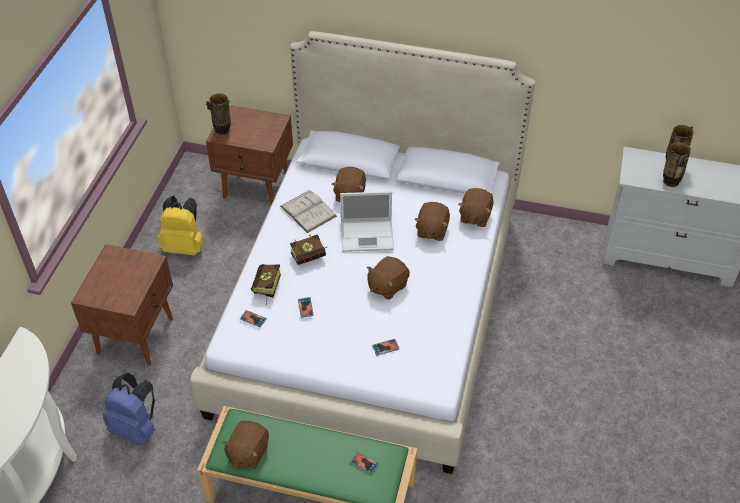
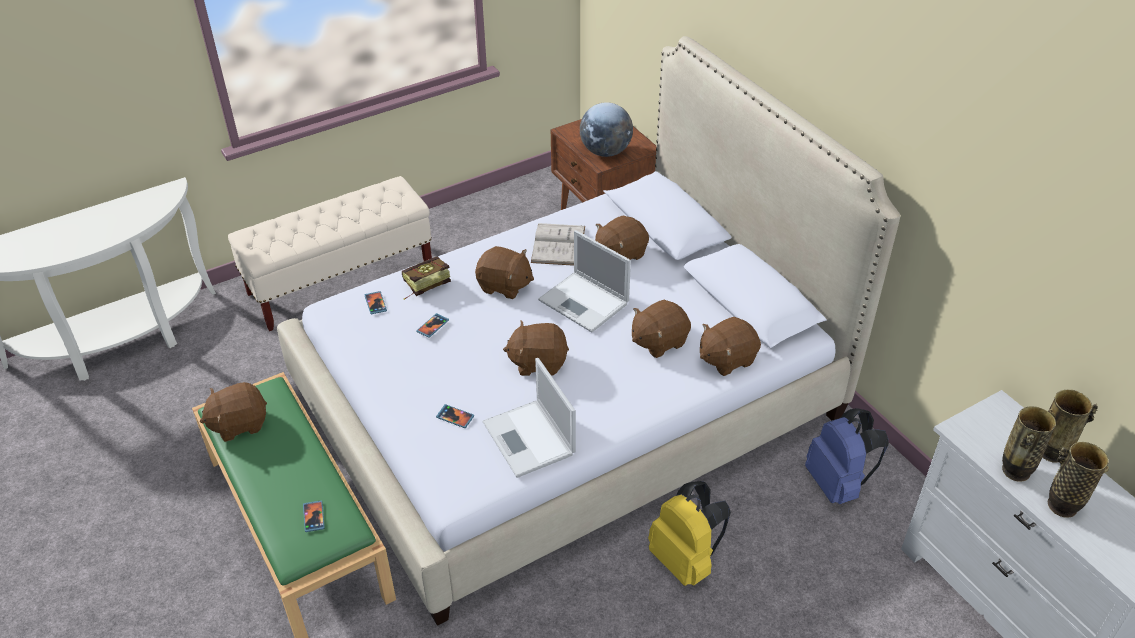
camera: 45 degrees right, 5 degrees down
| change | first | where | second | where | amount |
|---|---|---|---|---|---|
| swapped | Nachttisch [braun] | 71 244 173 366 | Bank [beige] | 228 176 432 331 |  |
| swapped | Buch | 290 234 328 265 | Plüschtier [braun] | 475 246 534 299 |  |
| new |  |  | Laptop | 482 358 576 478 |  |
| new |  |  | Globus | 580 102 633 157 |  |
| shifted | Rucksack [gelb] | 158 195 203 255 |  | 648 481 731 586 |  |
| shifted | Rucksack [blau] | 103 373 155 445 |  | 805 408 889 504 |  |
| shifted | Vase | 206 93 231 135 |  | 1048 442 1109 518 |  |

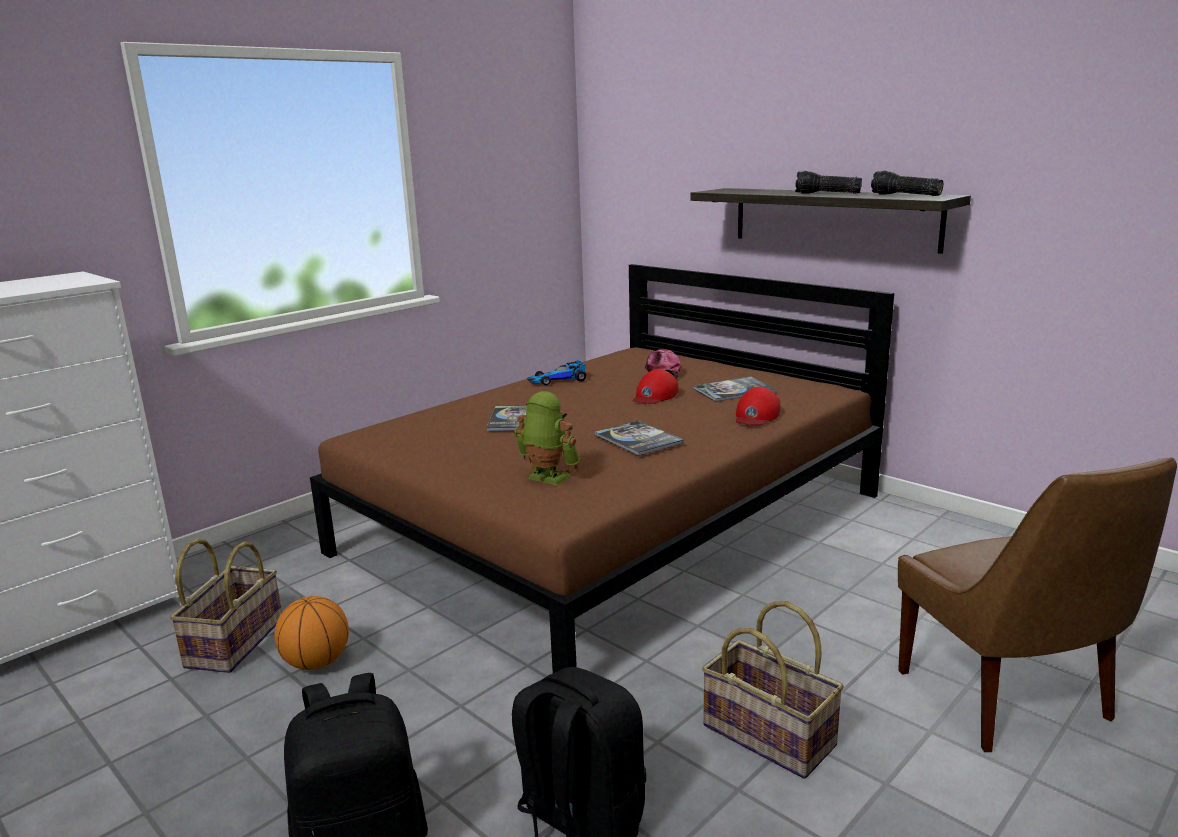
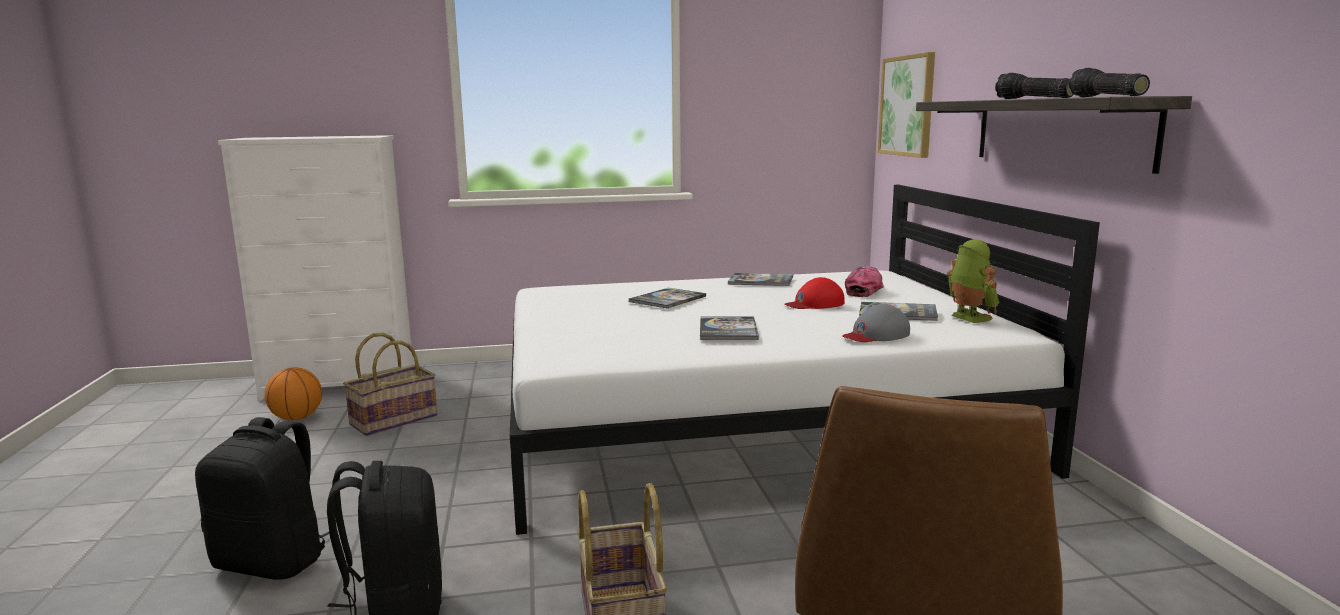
camera: 35 degrees right, 5 degrees down
| change | first | where | second | where | amount |
|---|---|---|---|---|---|
| shifted | Basketball | 274 596 349 670 |  | 265 367 322 421 |  |
| repainted | Bett [braun] | 310 264 894 674 | Bett [weiß] | 510 185 1100 535 |  |
| swapped | Spielzeugauto | 527 360 587 385 | Buch | 728 273 793 286 |  |
| repainted | Kappe [rot] | 736 387 780 425 | Kappe [grau] | 842 304 910 342 |  |
| new |  |  | Bild | 878 52 935 158 |  |
| shifted | Spielzeugroboter | 514 391 580 485 |  | 947 239 999 323 |  |

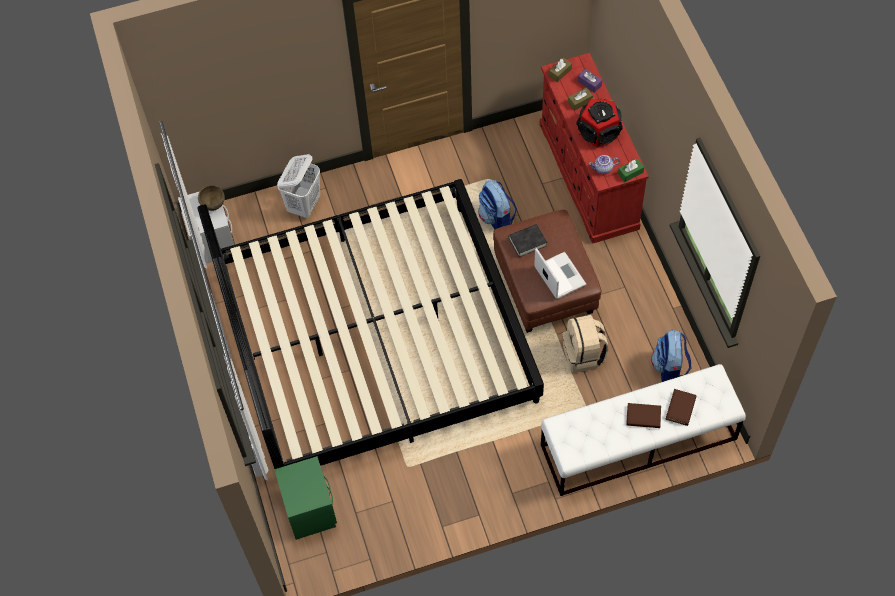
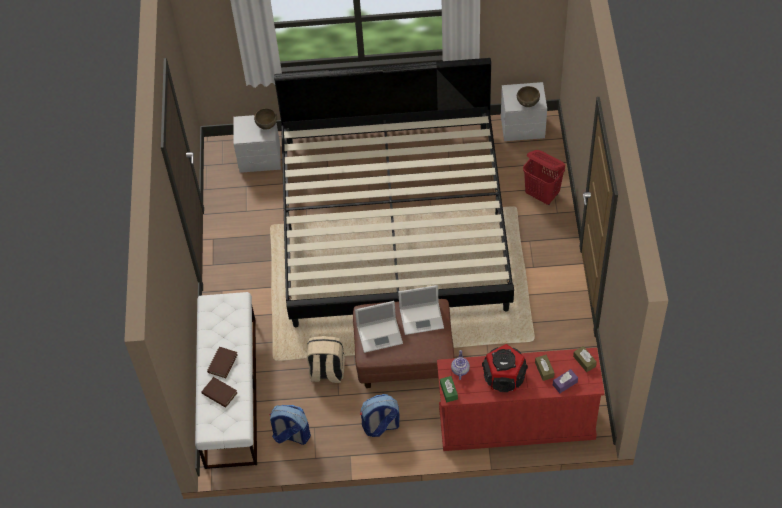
camera: 105 degrees right, 5 degrees down
| change | first | where | second | where | amount |
|---|---|---|---|---|---|
| repainted | Nachttisch [grün] | 274 456 337 540 | Nachttisch [grau] | 233 115 281 173 |  |
| new |  |  | Schüssel [braun] | 254 108 277 130 |  |
| shifted | Rucksack | 478 180 517 229 |  | 360 394 400 437 |  |
| swapped | Buch [schwarz] | 509 224 547 257 | Laptop | 398 285 444 335 |  |
| repainted | Wäschekorb [weiß] | 277 154 320 218 | Wäschekorb [rot] | 523 150 565 205 |  |

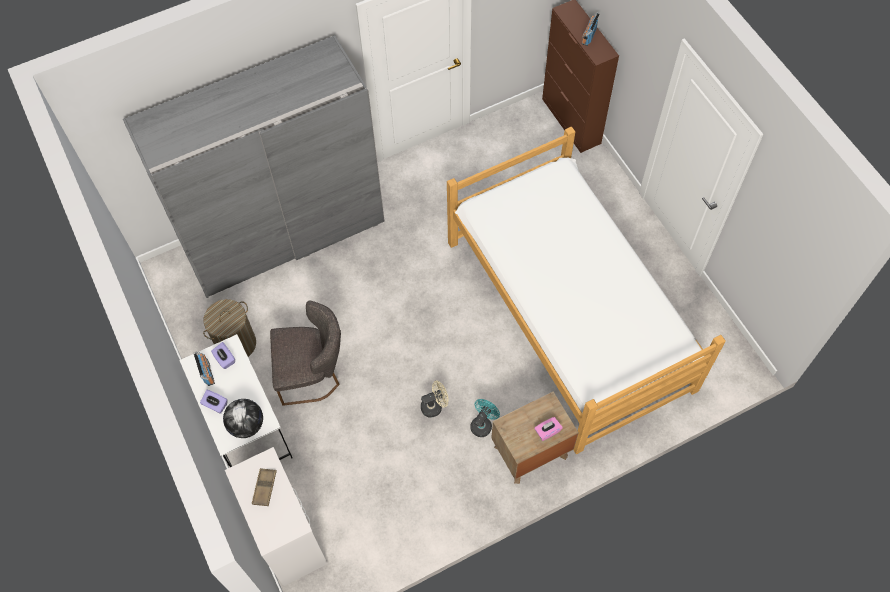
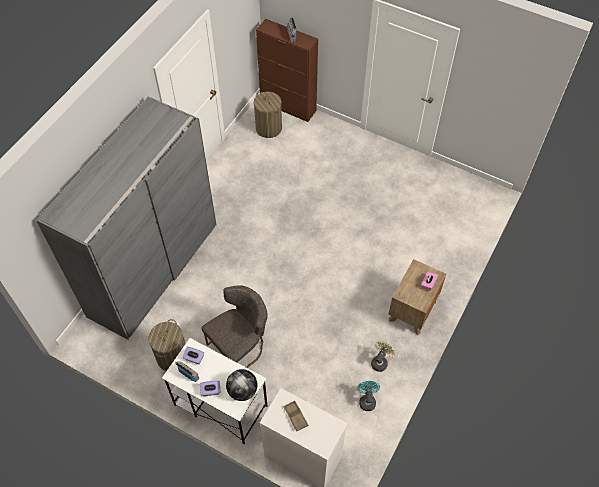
camera: 35 degrees left, 5 degrees down
| change | first | where | second | where | amount |
|---|---|---|---|---|---|
| new |  |  | Wäschekorb | 254 92 282 138 |  |
| shifted | Ventilator [türkis] | 470 399 500 437 |  | 357 381 380 411 |  |
| shifted | Ventilator [beige] | 421 380 449 418 |  | 371 341 395 372 |  |
| gone | Bett | 447 127 726 454 |  |  |  |

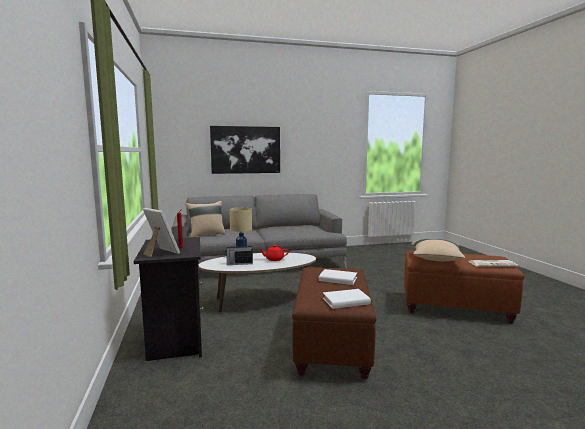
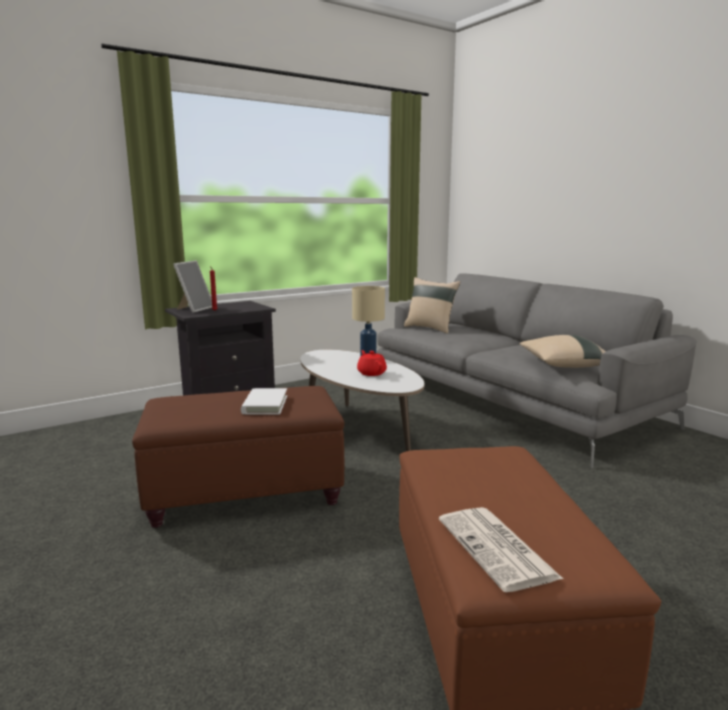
camera: 70 degrees right, 5 degrees up
| change | first | where | second | where | amount |
|---|---|---|---|---|---|
| shifted | Kissen [beige] | 411 239 466 261 |  | 519 335 606 368 |  |
| gone | Bild | 210 126 280 174 |  |  |  |
| gone | Radio | 225 243 253 265 |  |  |  |
| gone | Buch [weiß] | 323 289 371 309 |  |  |  |

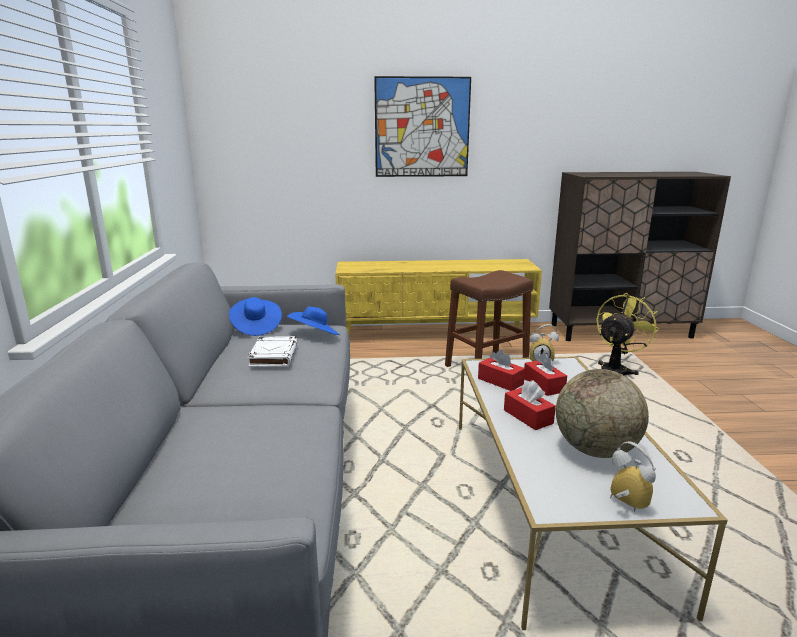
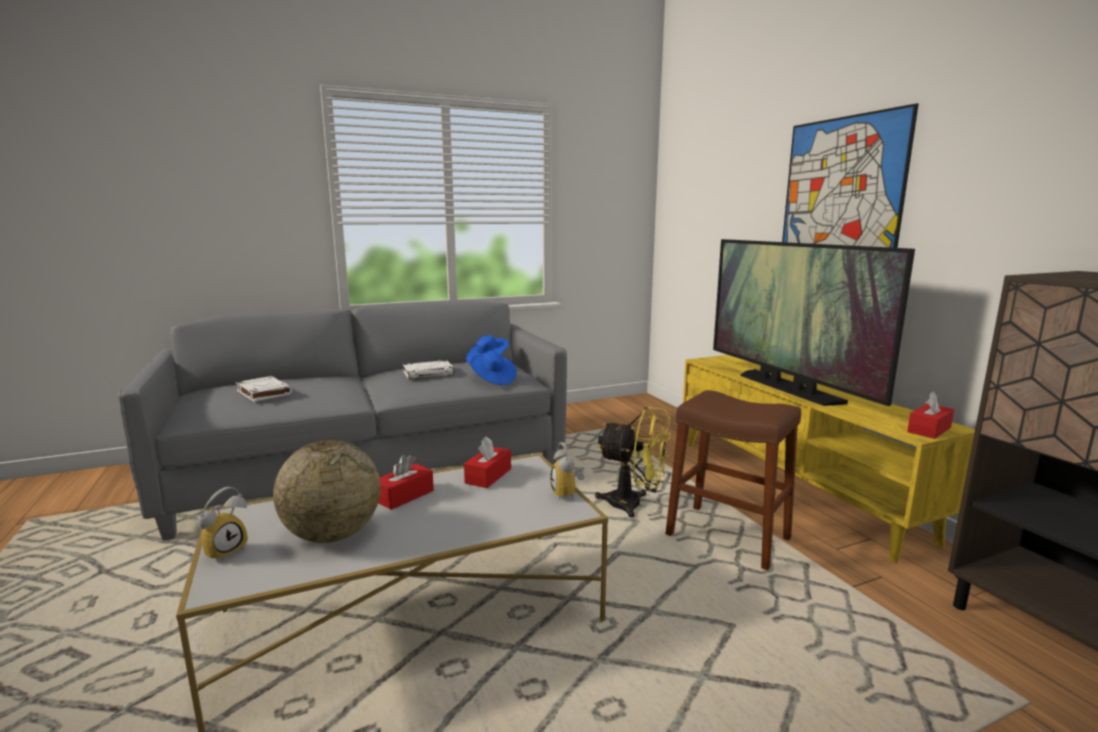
camera: 70 degrees right, 5 degrees down
| change | first | where | second | where | amount |
|---|---|---|---|---|---|
| new |  |  | Buch [weiß] | 236 376 292 402 |  |
| shifted | Ventilator [gelb] | 596 293 659 376 |  | 595 407 671 518 |  |
| new |  |  | Fernseher | 713 239 915 406 |  |
| shifted | Taschentuchbox [rot] | 524 353 567 396 |  | 907 391 954 439 |  |

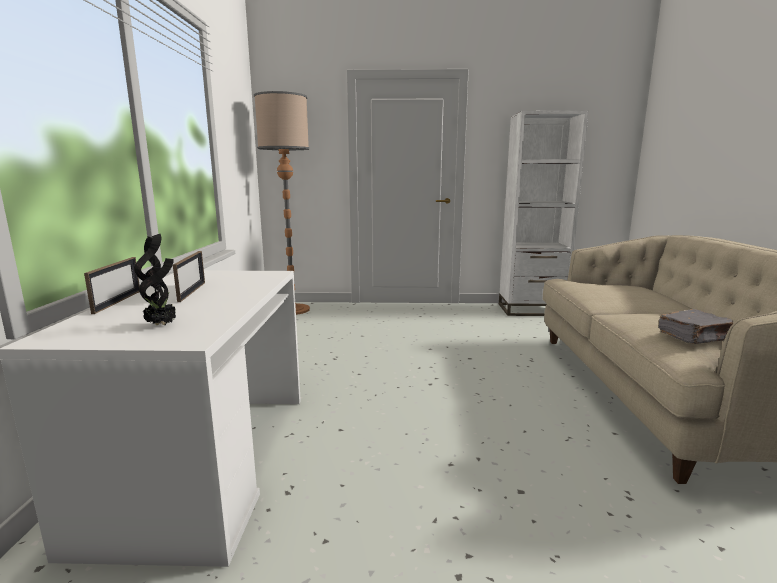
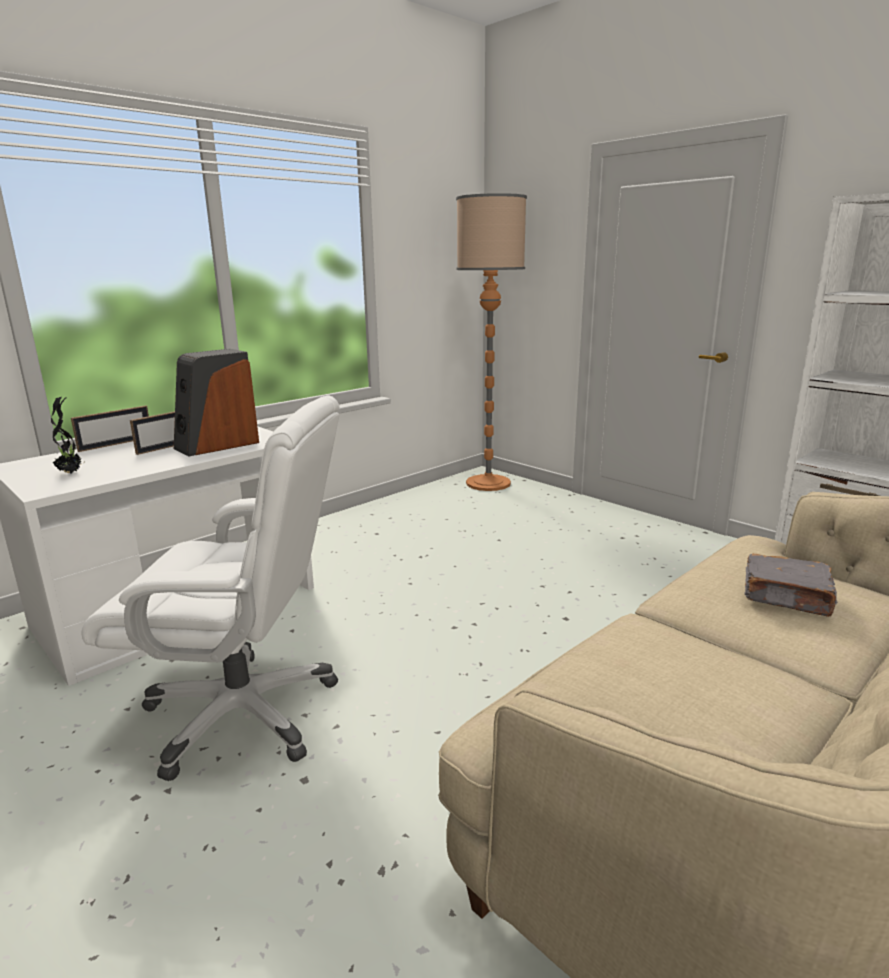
camera: 45 degrees right, 5 degrees up
| change | first | where | second | where | amount |
|---|---|---|---|---|---|
| new |  |  | Bürostuhl [weiß] | 81 395 339 781 |  |
| new |  |  | Lautsprecher | 174 349 259 456 |  |
| shifted | Buch [grau] | 659 309 733 344 |  | 744 554 838 617 |  |

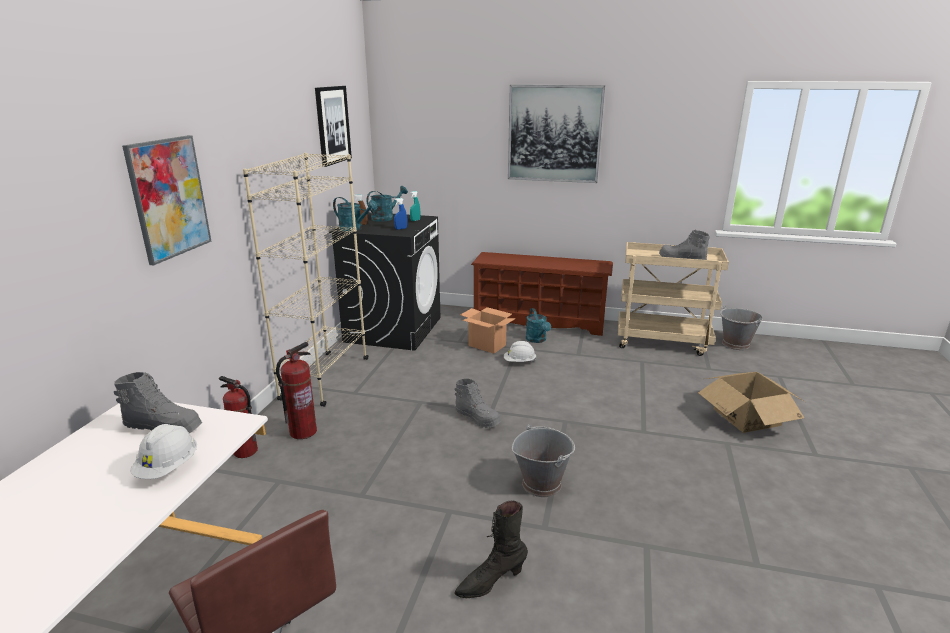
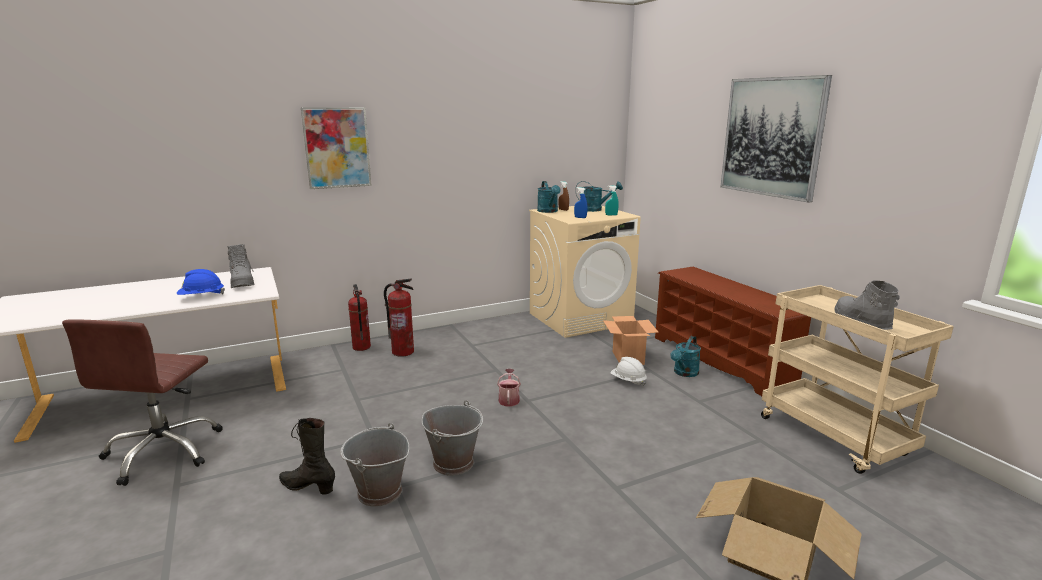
camera: 50 degrees right, 5 degrees down
| change | first | where | second | where | amount |
|---|---|---|---|---|---|
| repainted | Schutzhelm [weiß] | 130 424 197 479 | Schutzhelm [blau] | 177 269 225 295 |  |
| shifted | Eimer [grau] | 720 306 763 350 |  | 340 423 410 507 |  |
| swapped | Stiefel [grau] | 455 379 501 428 | Gießkanne | 497 369 521 406 |  |
| repainted | Waschmaschine [schwarz] | 329 212 440 351 | Waschmaschine [beige] | 529 206 641 338 |  |
| gone | Bücherregal [beige] | 243 153 368 407 |  |  |  |
| gone | Bild | 315 86 352 167 |  |  |  |

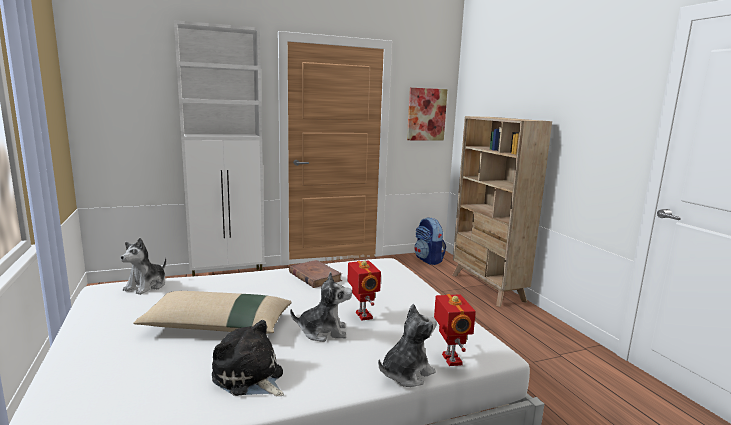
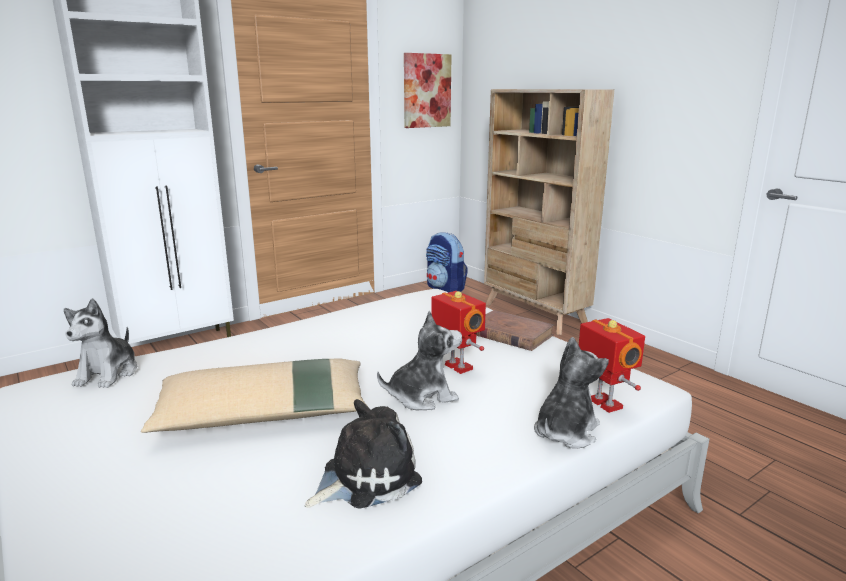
camera: 15 degrees left, 5 degrees up
| change | first | where | second | where | amount |
|---|---|---|---|---|---|
| rotated | Plüschtier | 212 320 284 396 |  | 305 399 422 509 | 120 degrees clockwise |
| shifted | Buch [braun] | 289 260 342 288 |  | 476 310 554 351 |  |

